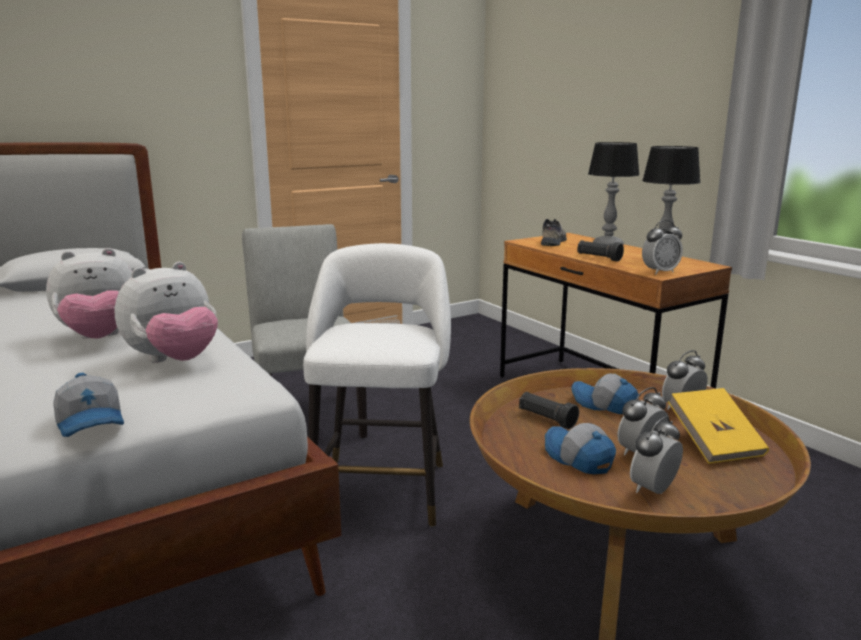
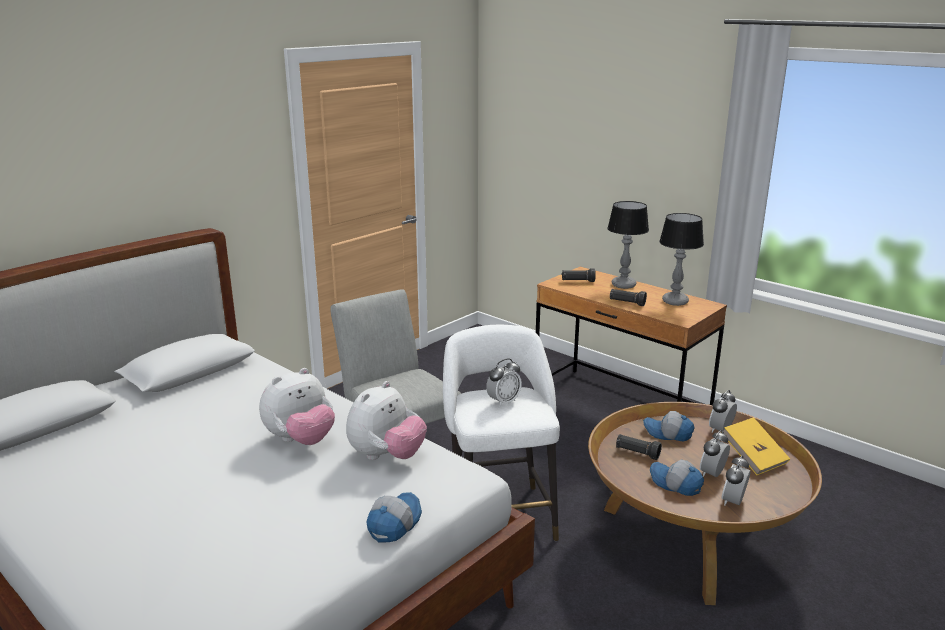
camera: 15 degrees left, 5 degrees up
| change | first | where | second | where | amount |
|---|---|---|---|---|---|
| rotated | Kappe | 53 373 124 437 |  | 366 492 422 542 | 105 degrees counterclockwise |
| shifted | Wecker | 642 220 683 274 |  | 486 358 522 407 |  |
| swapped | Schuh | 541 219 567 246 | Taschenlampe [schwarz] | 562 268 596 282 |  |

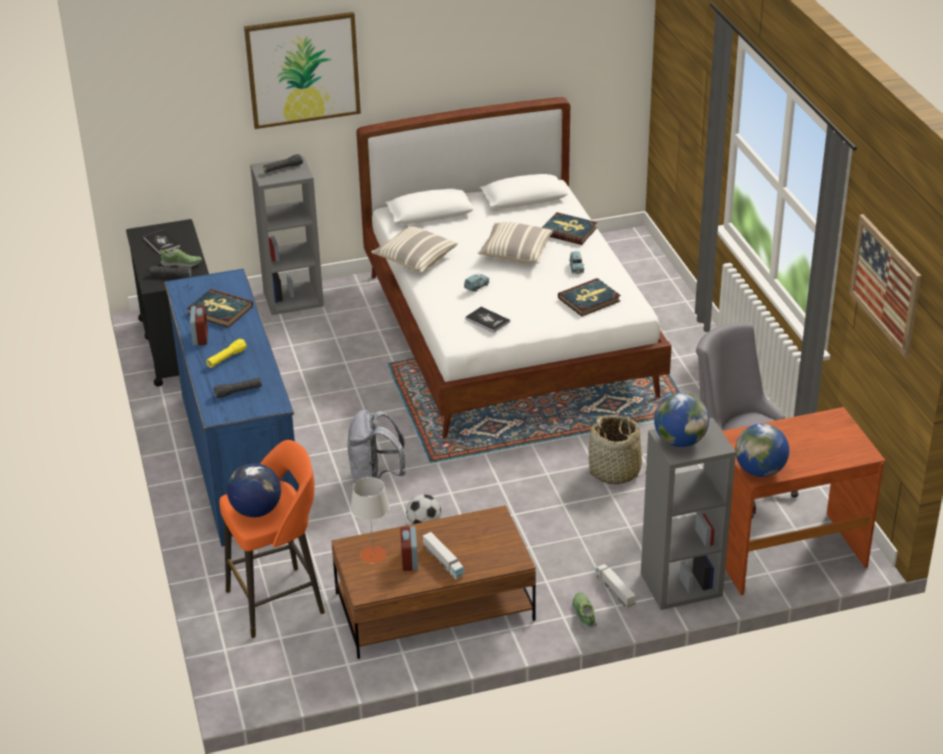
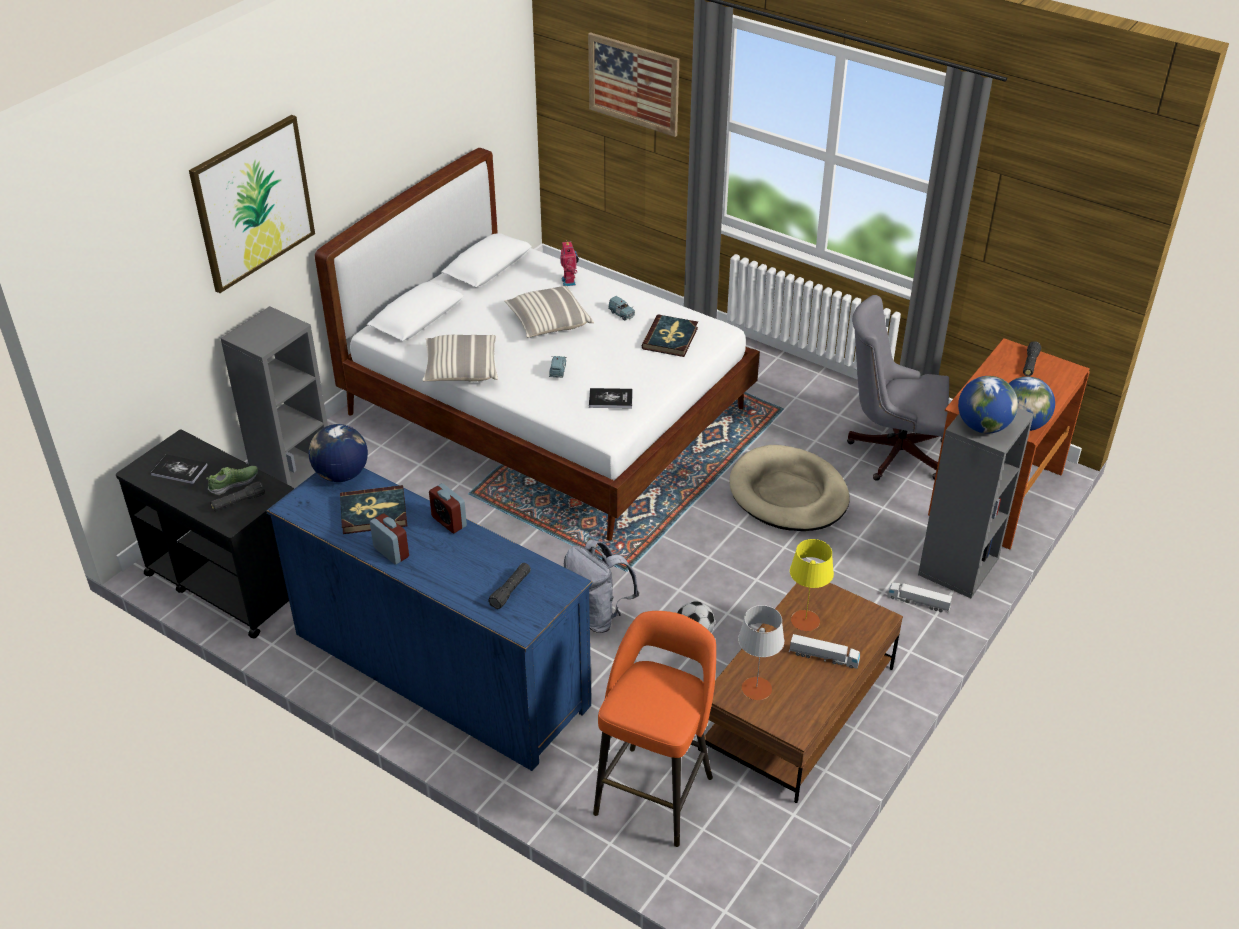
camera: 40 degrees left, 5 degrees up
| change | first | where | second | where | amount |
|---|---|---|---|---|---|
| shifted | Globus | 227 463 281 517 |  | 309 424 368 482 |  |
| shifted | Wecker | 400 526 418 571 |  | 429 483 467 533 |  |
| swapped | Buch | 542 212 597 245 | Spielzeugroboter | 560 240 579 286 |  |
| shifted | Bild | 849 214 921 357 |  | 588 32 679 137 |  |
| swapped | Korb | 589 415 646 484 | Hundebett [beige] | 730 445 850 531 |  |
| new |  |  | Tischlampe [gelb] | 790 539 834 631 |  |
| shifted | Taschenlampe [schwarz] | 263 154 303 173 |  | 1023 341 1041 376 |  |
| gone | Taschenlampe [gelb] | 206 339 247 368 |  |  |  |
| gone | Schuh | 572 592 597 629 |  |  |  |

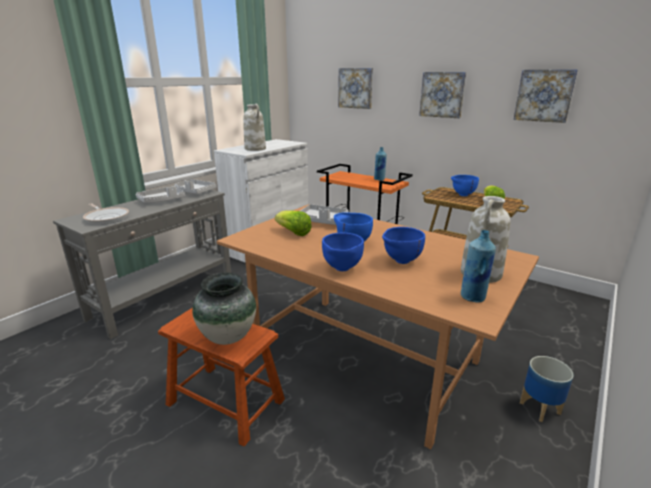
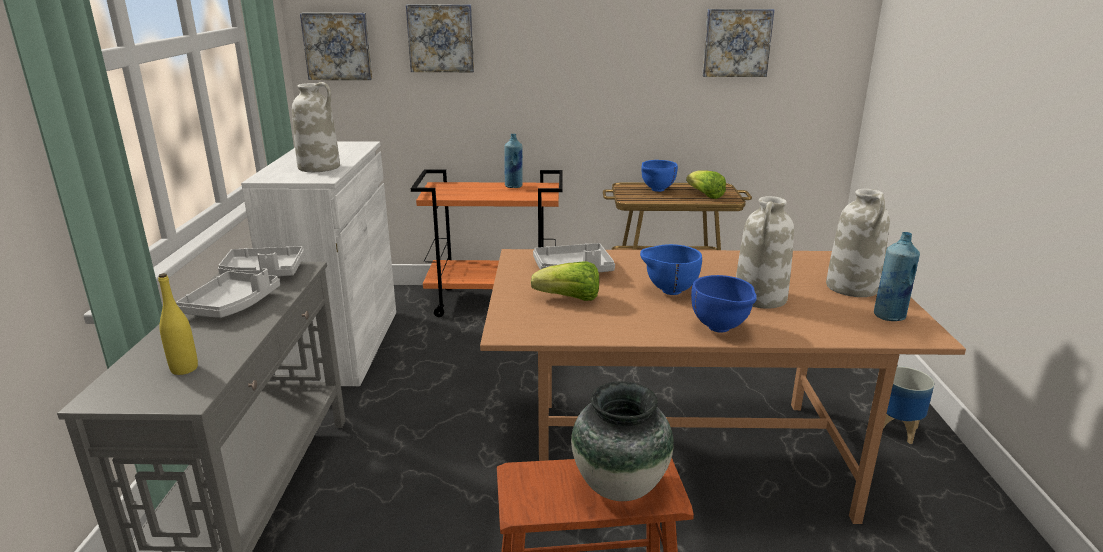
camera: 35 degrees left, 0 degrees up
| change | first | where | second | where | amount |
|---|---|---|---|---|---|
| swapped | Pfanne | 83 204 129 224 | Flasche [gelb] | 158 273 198 375 |  |
| shifted | Bild | 419 72 466 118 |  | 300 13 372 80 |  |
| swapped | Schüssel [blau] | 382 227 425 264 | Vase [weiß] | 736 196 794 309 |  |

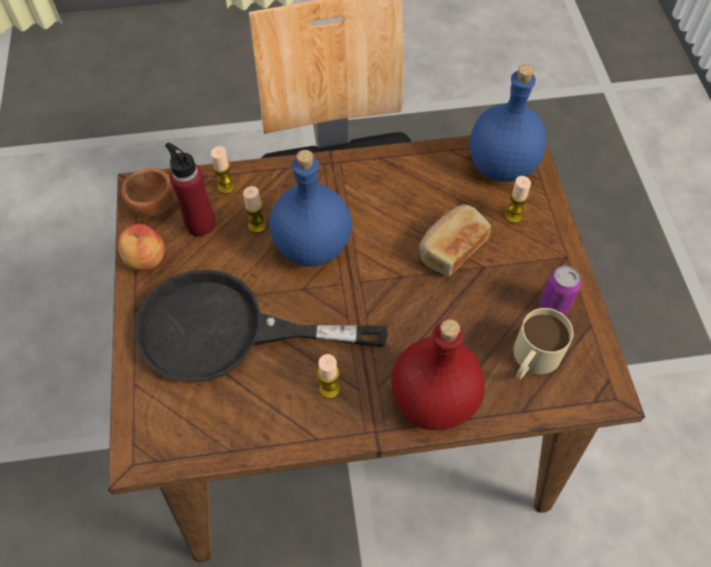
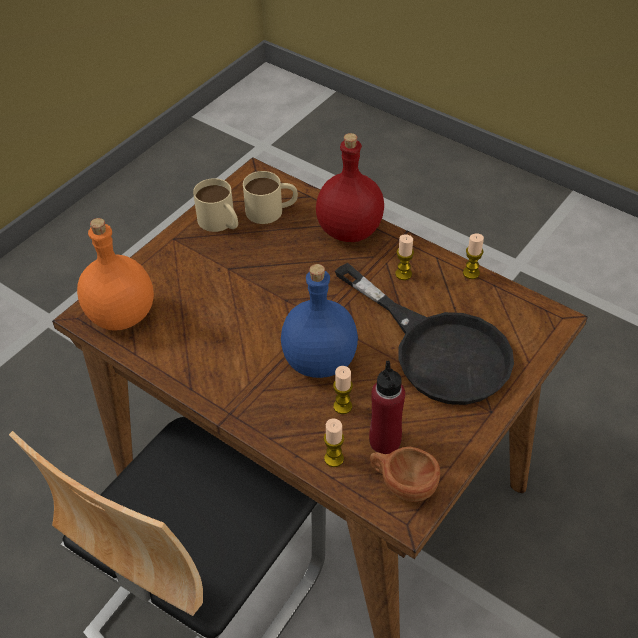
camera: 135 degrees left, 10 degrees down
| change | first | where | second | where | amount |
|---|---|---|---|---|---|
| repainted | Flasche [blau] | 470 64 547 182 | Flasche [orange] | 77 218 154 331 |  |
| swapped | Dose | 540 266 581 315 | Henkelbecher [beige] | 193 178 238 232 |  |
| shifted | Kerze | 505 176 531 223 |  | 463 233 484 279 |  |
| gone | Apfel | 118 224 165 271 |  |  |  |
| gone | Brot | 419 204 491 276 |  |  |  |

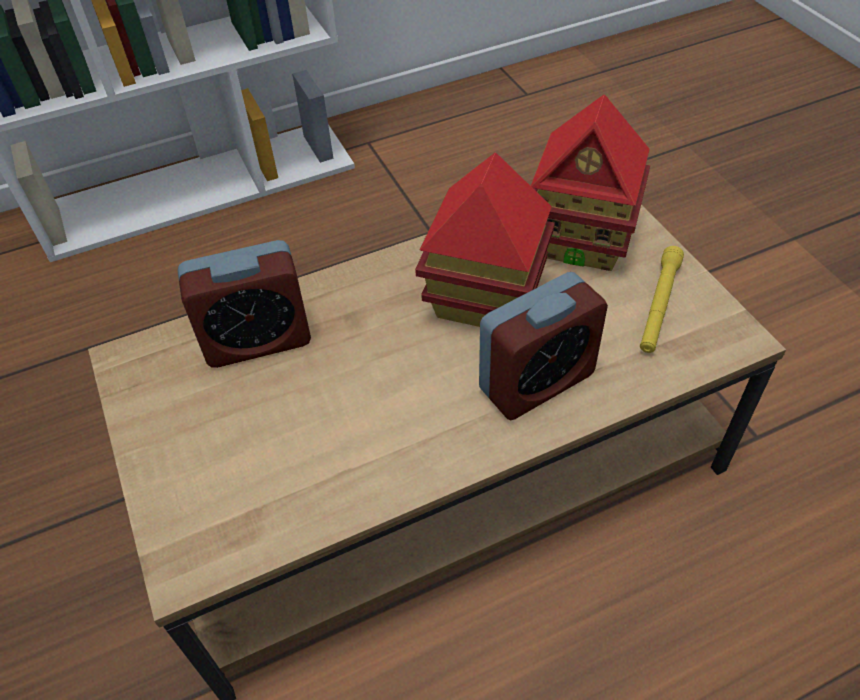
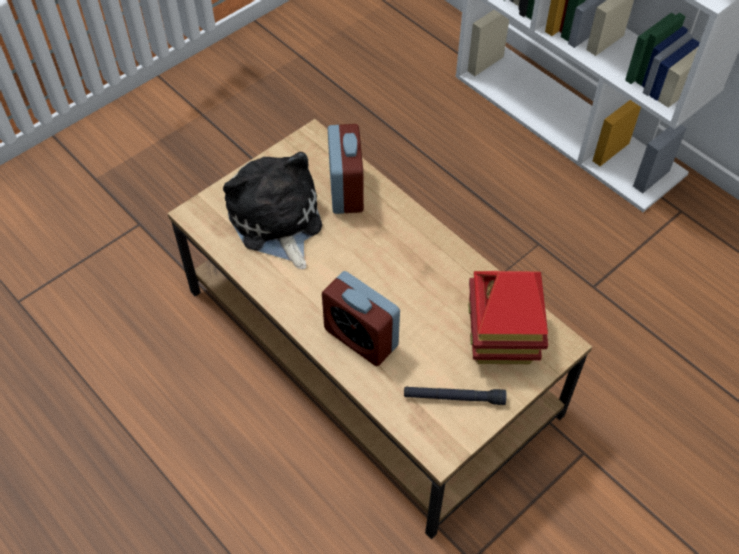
camera: 70 degrees right, 5 degrees up
| change | first | where | second | where | amount |
|---|---|---|---|---|---|
| new |  |  | Plüschtier | 223 152 322 269 |  |
| rotated | Wecker | 178 240 311 368 |  | 328 124 364 214 | 150 degrees counterclockwise |
| repainted | Taschenlampe [gelb] | 640 246 684 353 | Taschenlampe [schwarz] | 404 386 506 405 |  |
| gone | Spielzeughaus | 415 153 555 327 |  |  |  |

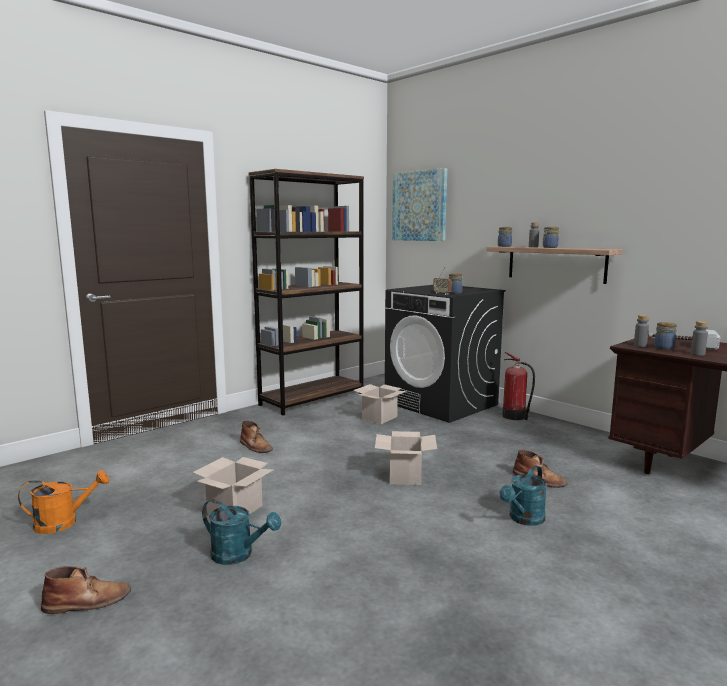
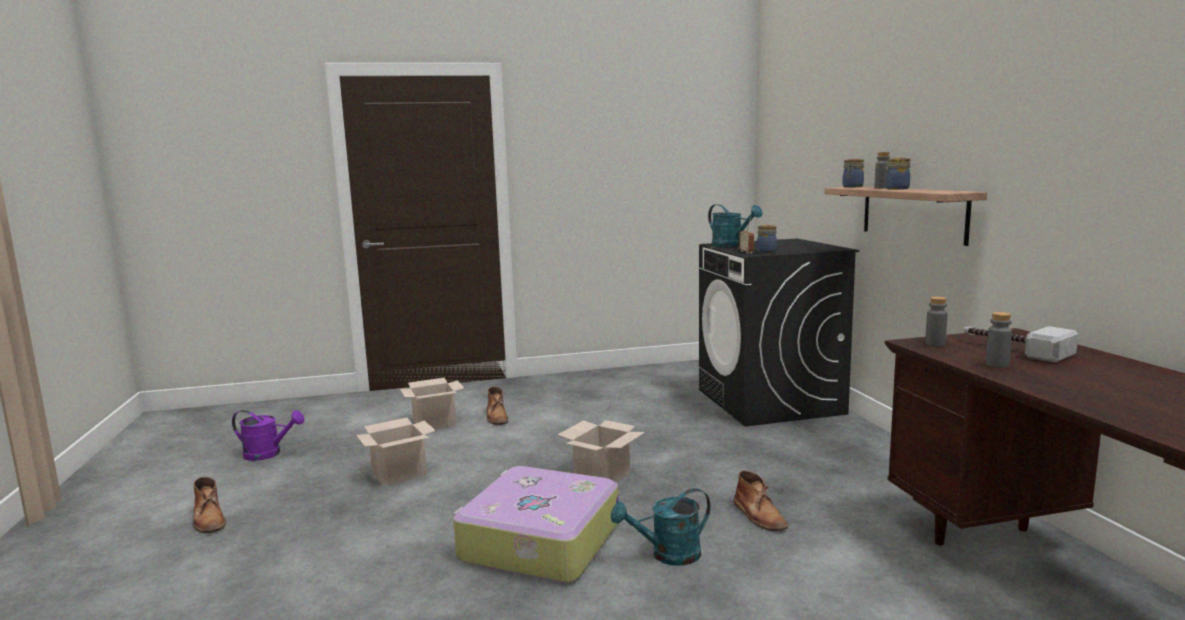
camera: 30 degrees right, 0 degrees up
| change | first | where | second | where | amount |
|---|---|---|---|---|---|
| rotated | Stiefel [braun] | 41 566 131 614 |  | 193 477 226 533 | 45 degrees clockwise |
| repainted | Gießkanne [orange] | 18 470 110 534 | Gießkanne [lila] | 232 410 305 461 |  |
| shifted | Karton | 353 384 407 424 |  | 400 378 464 429 |  |
| new |  |  | Koffer | 453 466 619 583 |  |
| shifted | Gießkanne [türkis] | 202 499 281 565 |  | 708 204 763 247 |  |
| gone | Bücherregal [braun] | 248 169 364 415 |  |  |  |
| gone | Bild | 392 168 447 241 |  |  |  |
| gone | Feuerlöscher | 502 352 535 420 |  |  |  |
| gone | Vorratsglas | 654 322 677 350 |  |  |  |

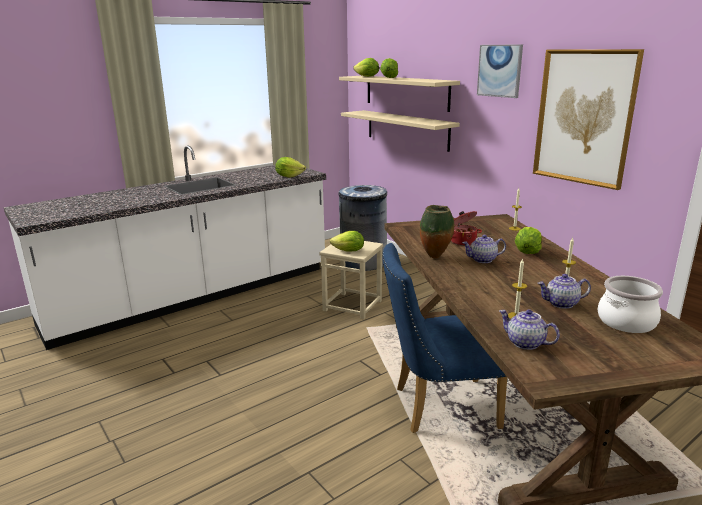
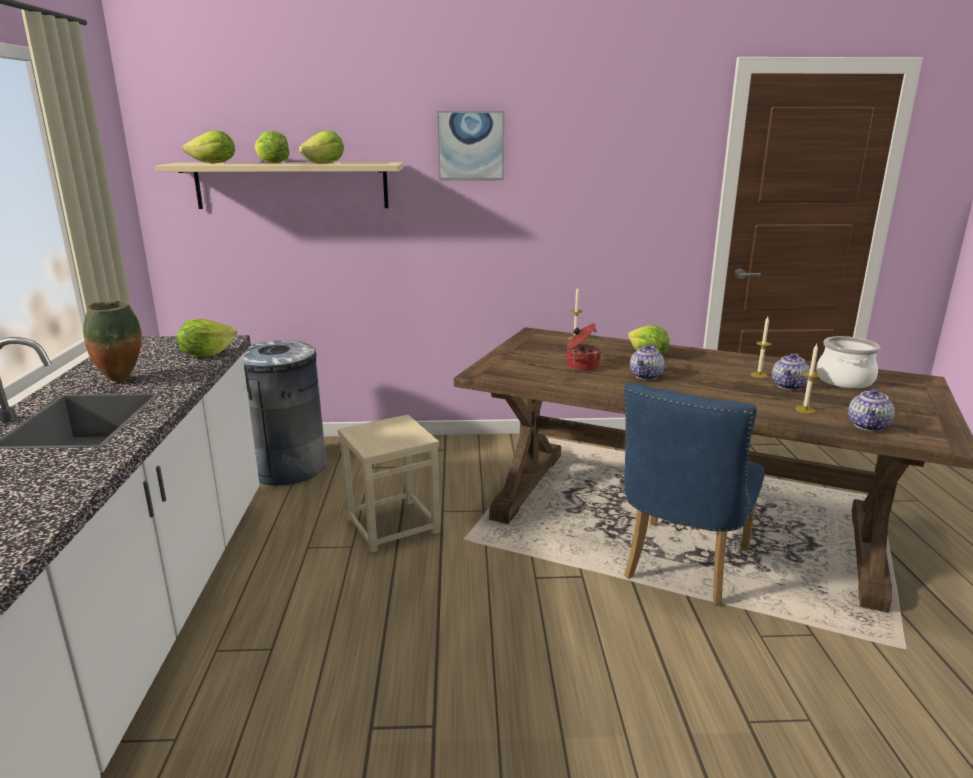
camera: 55 degrees left, 0 degrees up
| change | first | where | second | where | amount |
|---|---|---|---|---|---|
| shifted | Vase | 420 205 454 259 |  | 83 300 142 382 |  |
| shifted | Salatkopf | 330 231 364 252 |  | 299 131 344 164 |  |
| rotated | Teekanne | 499 309 560 350 |  | 848 388 895 431 | 45 degrees counterclockwise |
| gone | Wandregal [beige] | 341 110 460 152 |  |  |  |
| gone | Bild | 533 49 644 190 |  |  |  |

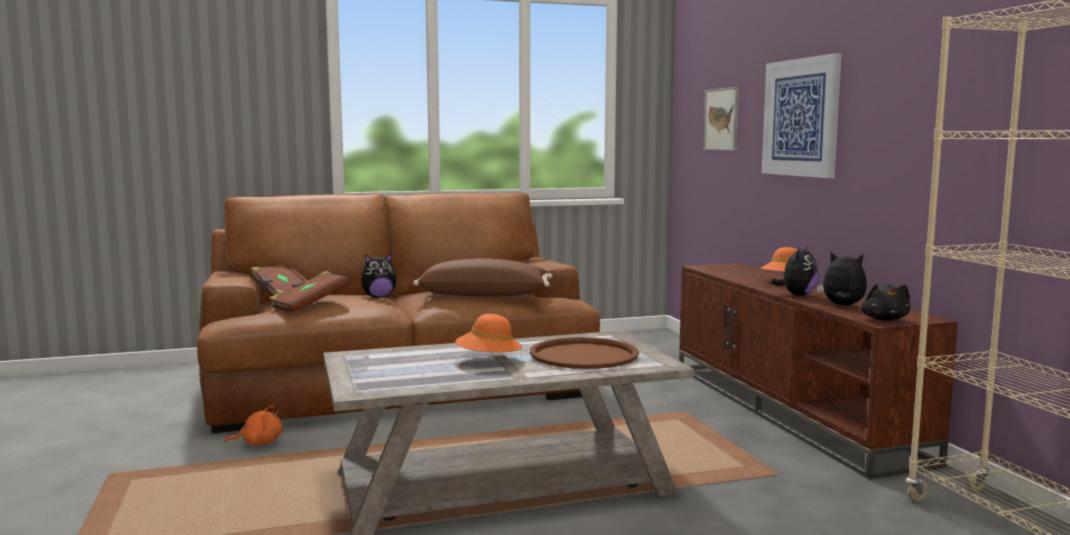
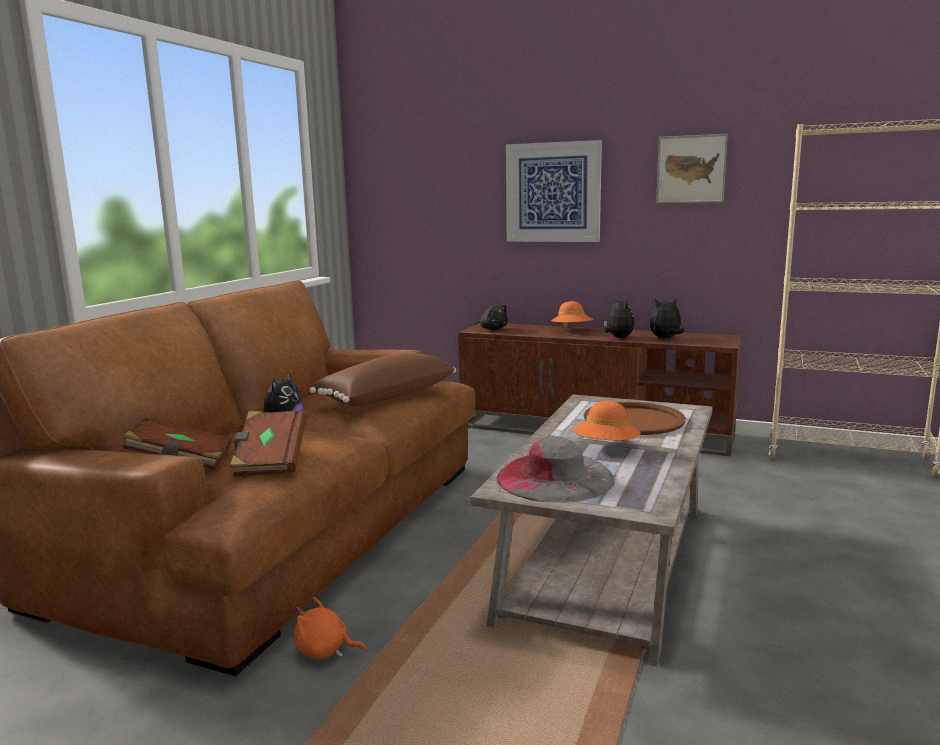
camera: 50 degrees left, 5 degrees up
| change | first | where | second | where | amount |
|---|---|---|---|---|---|
| rotated | Plüschtier [orange] | 225 405 283 445 |  | 294 597 367 659 | 105 degrees counterclockwise |
| shifted | Plüschtier [schwarz] | 861 283 910 321 |  | 476 305 508 330 |  |
| new |  |  | Hut [grau] | 496 437 615 503 |  |
| shifted | Bild | 703 87 739 151 |  | 656 134 728 203 |  |

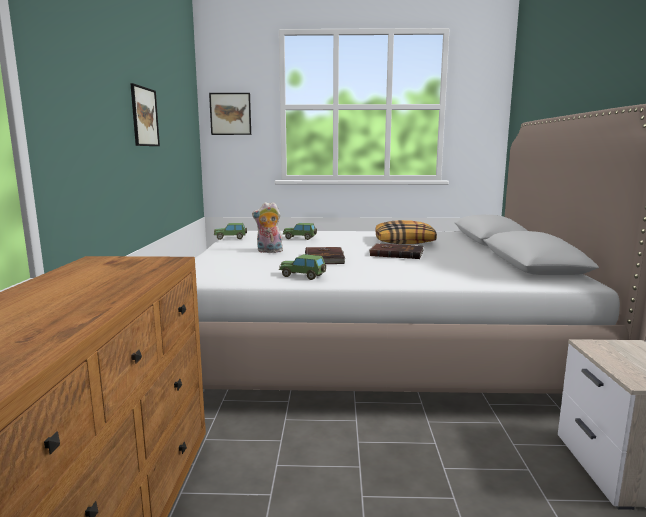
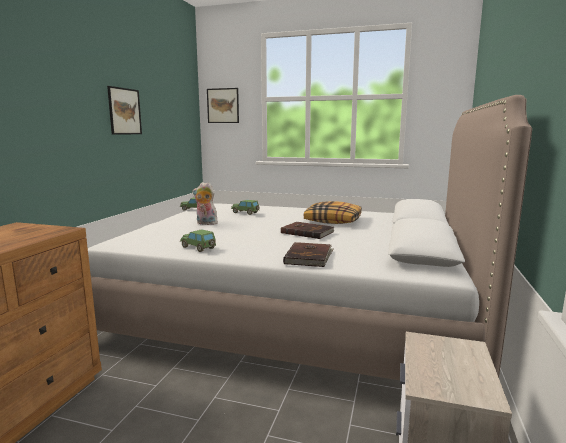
camera: 15 degrees right, 0 degrees up
| change | first | where | second | where | amount |
|---|---|---|---|---|---|
| shifted | Buch [braun] | 305 247 345 264 |  | 283 242 333 267 |  |

